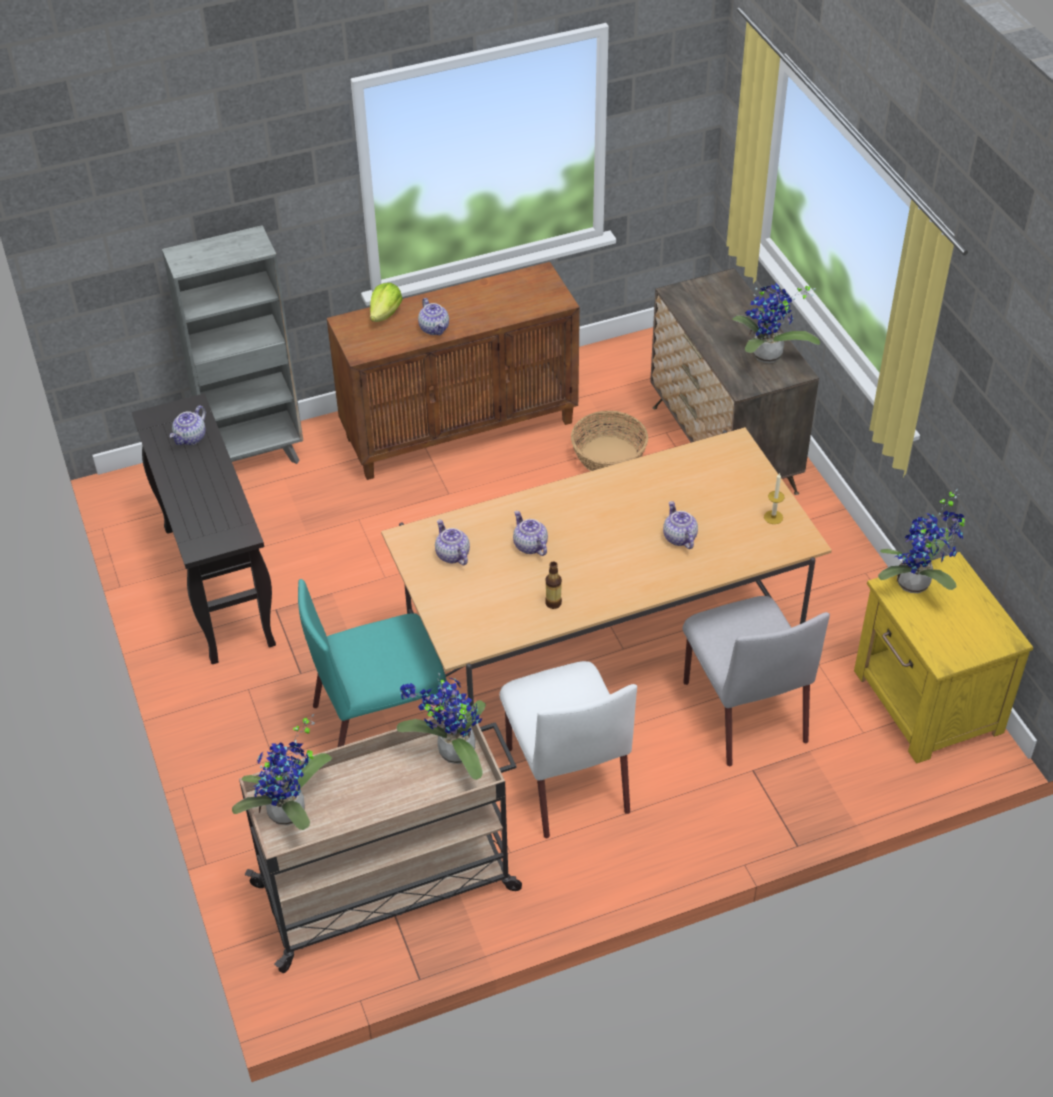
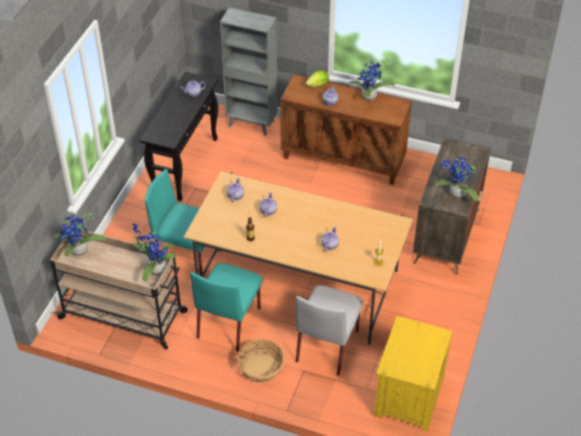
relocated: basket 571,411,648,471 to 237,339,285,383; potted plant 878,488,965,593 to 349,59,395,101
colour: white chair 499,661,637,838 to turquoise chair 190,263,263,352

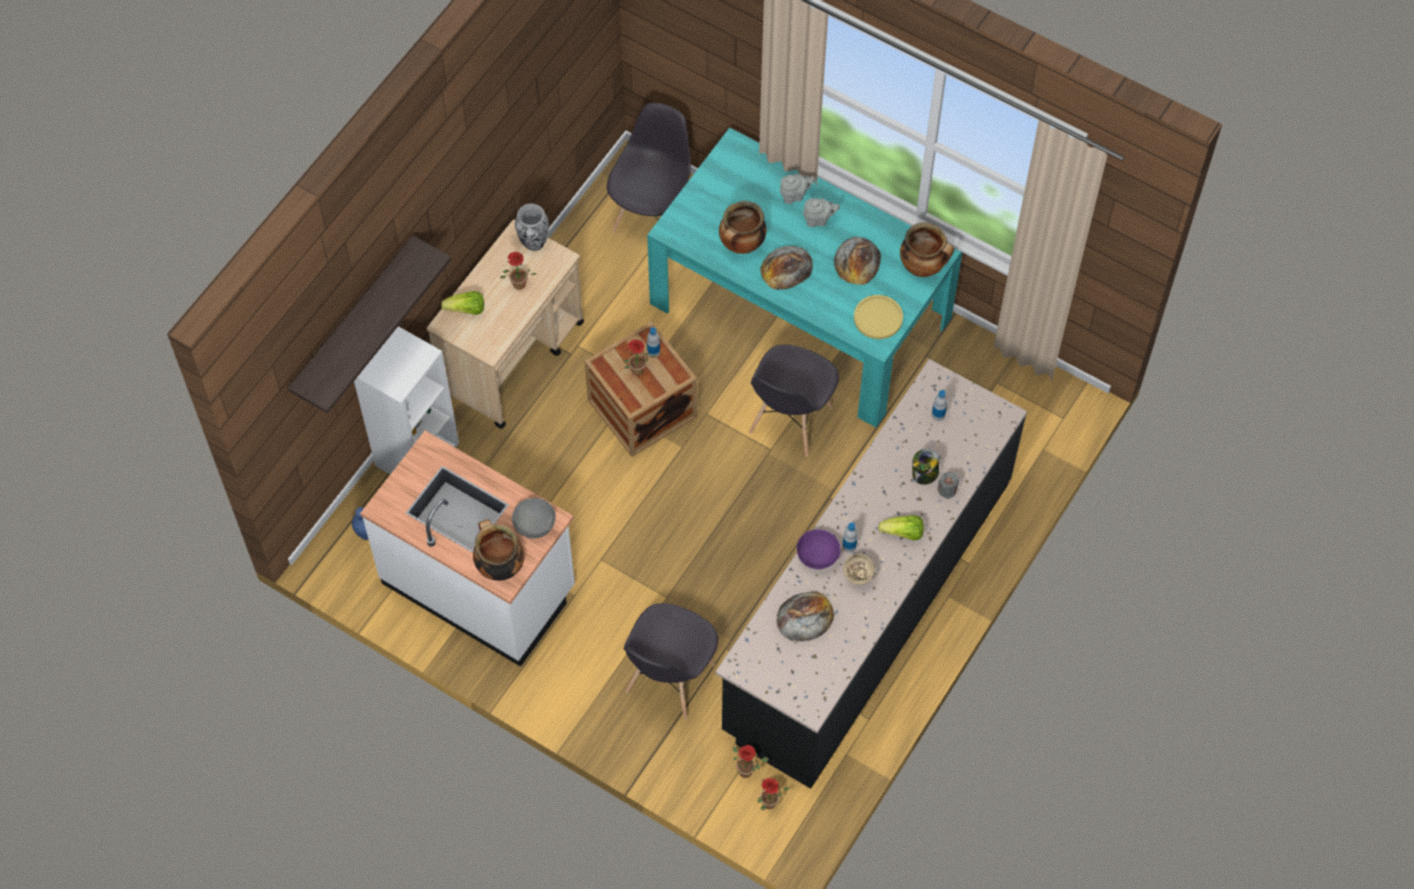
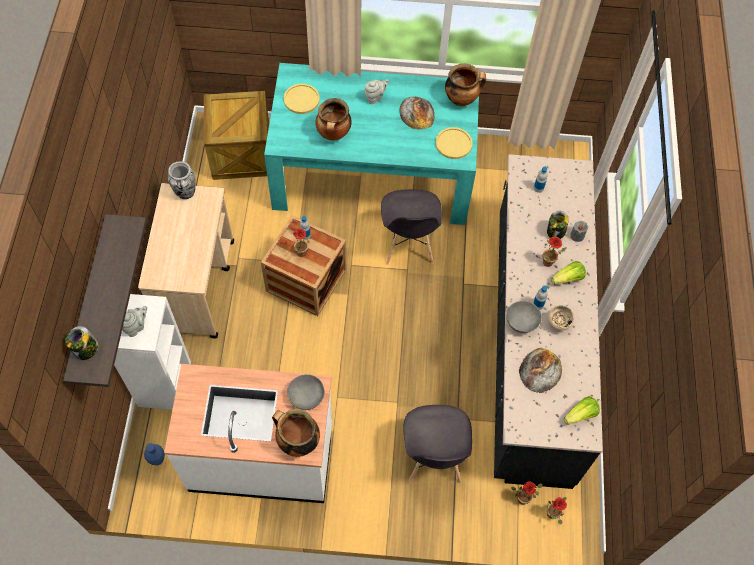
missing: bread 760,246,813,290
appeared: yellow plate 284,84,320,114; jar 65,326,99,360
relocated: grey teapot 780,174,815,204 to 122,306,147,337; potted plant 500,252,537,290 to 542,236,567,267; lettuce 441,291,484,315 to 564,396,600,425
exchanged: grey chair 607,103,691,232 to crate 204,91,269,180
colour: purple bowl 797,529,841,569 to grey bowl 506,301,542,333

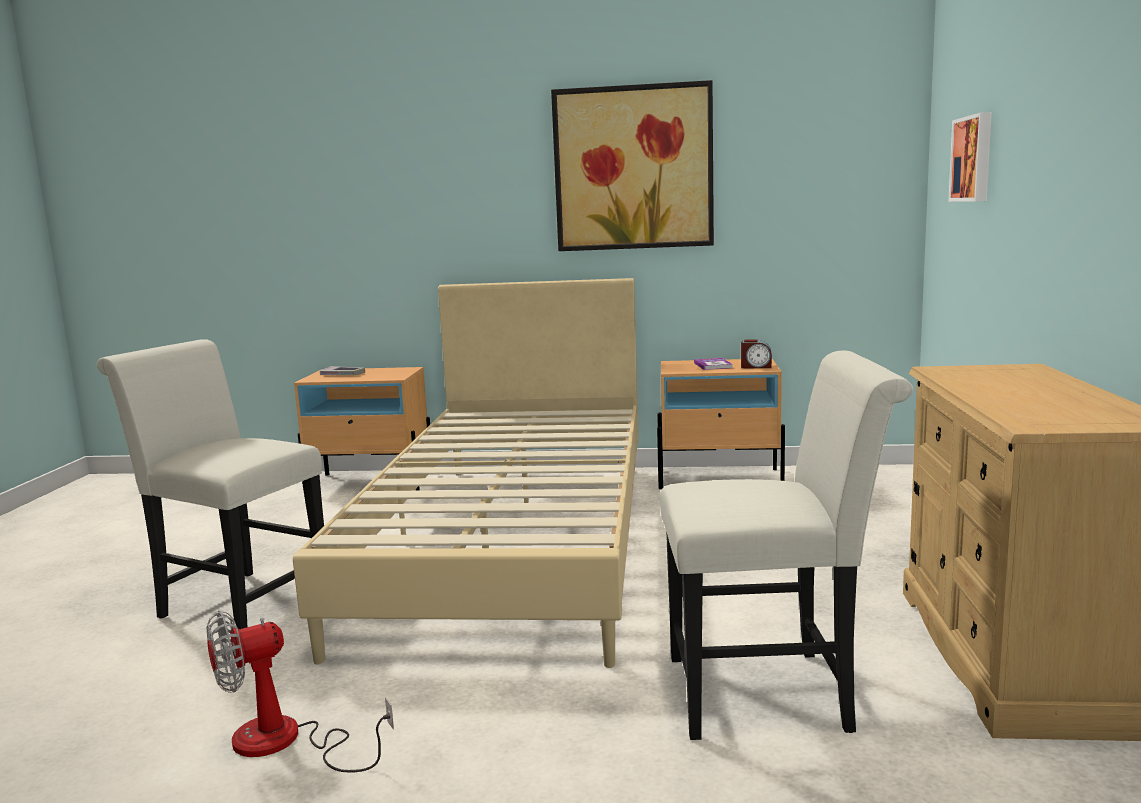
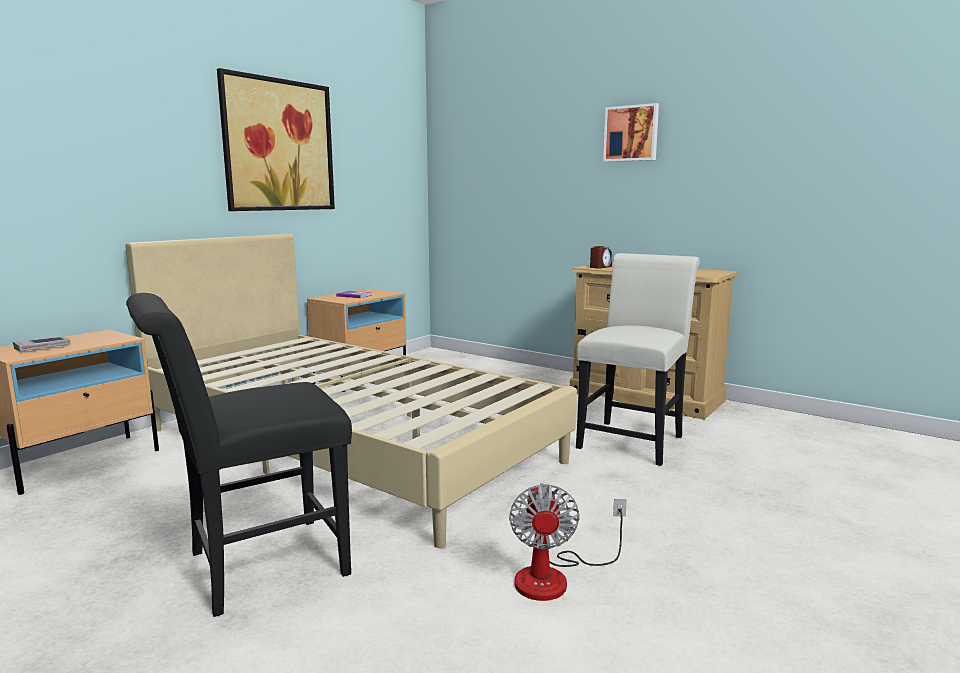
relocated: picture 948,112,992,202 to 603,103,659,162; alarm clock 741,340,772,368 to 590,246,612,269
colour: white chair 97,339,324,629 to black chair 126,293,352,617

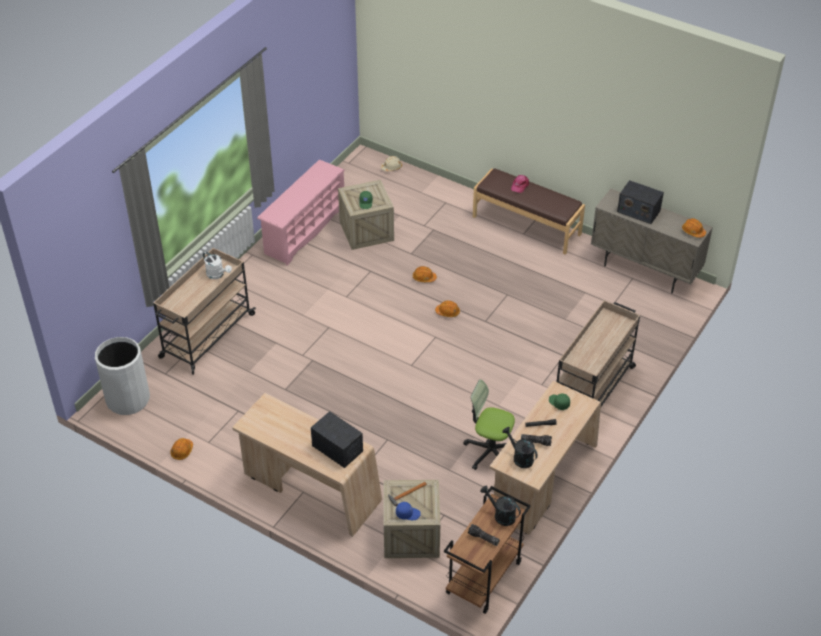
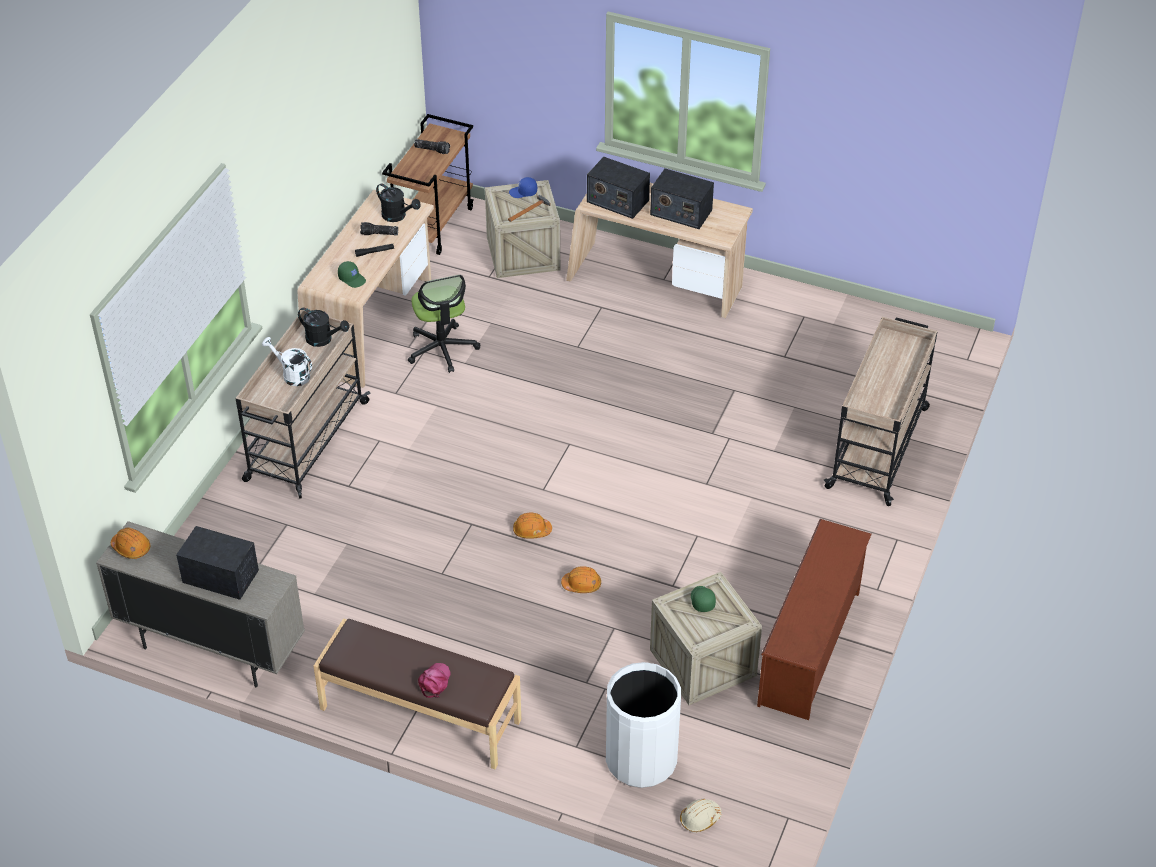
missing: orange hard hat 170,438,193,460
appeared: radio 650,168,714,229
relocated: white watering can 203,251,232,279 to 262,337,312,386; white trash can 95,337,150,415 to 606,662,681,788; black watering can 480,486,521,526 to 298,308,349,347
colour: pink shoe rack 257,159,345,266 to brown shoe rack 757,519,872,720
spun: office chair 463,379,515,470 = 408,275,480,373 60 degrees clockwise

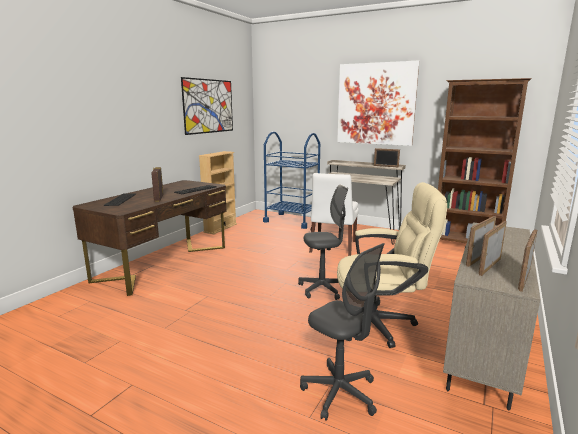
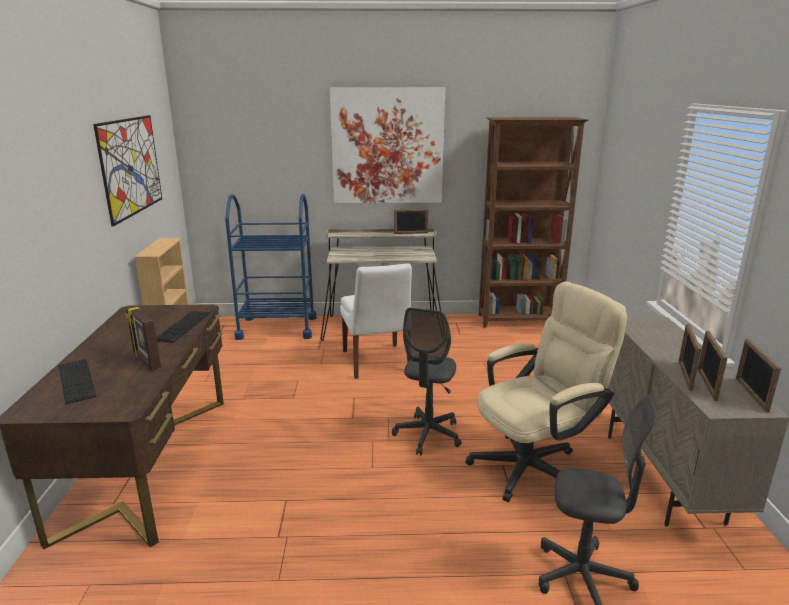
spun: grey office chair 298,184,348,300 = 392,308,462,455 150 degrees clockwise

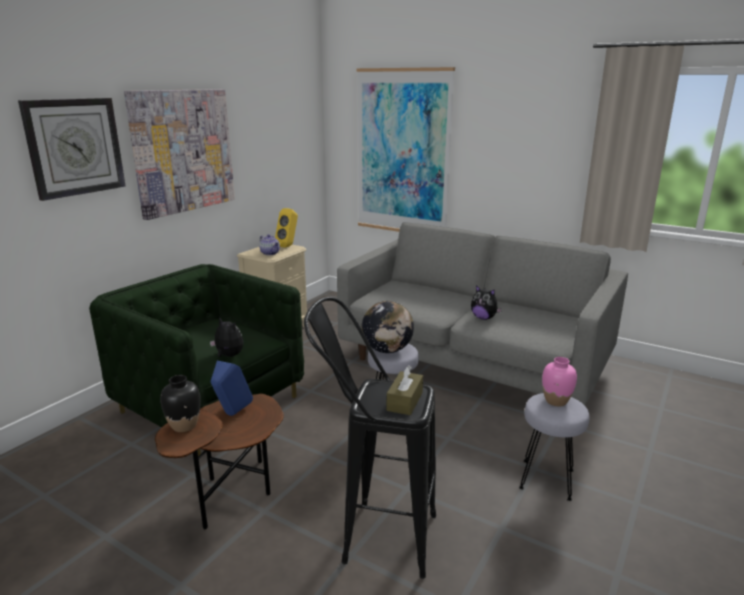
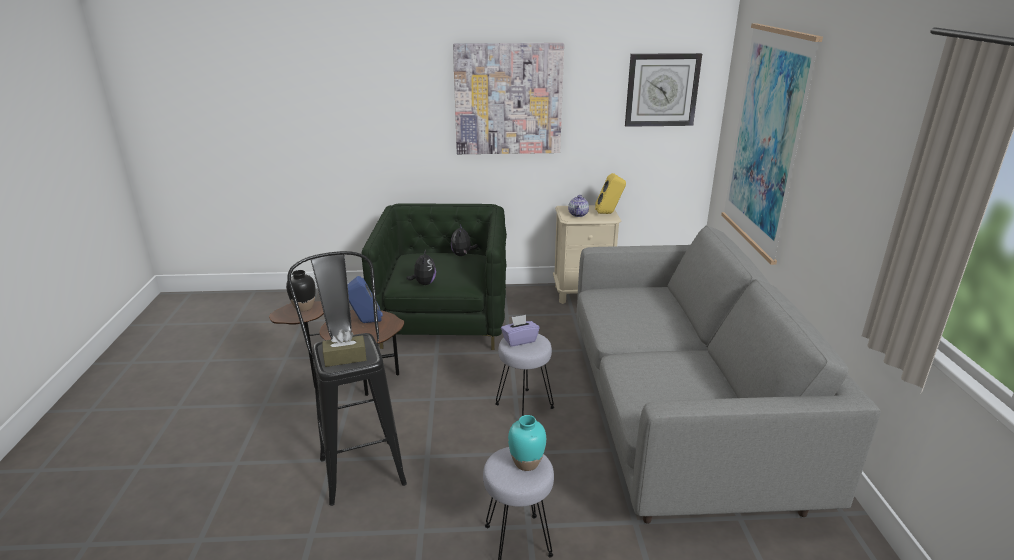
relocated: wall clock 18,98,126,201 to 625,53,702,127; plush toy 471,285,502,320 to 451,224,478,256
exchanged: globe 362,301,414,353 to purple tissue box 501,315,539,347
colour: pink vase 542,357,577,407 to turquoise vase 508,415,546,471

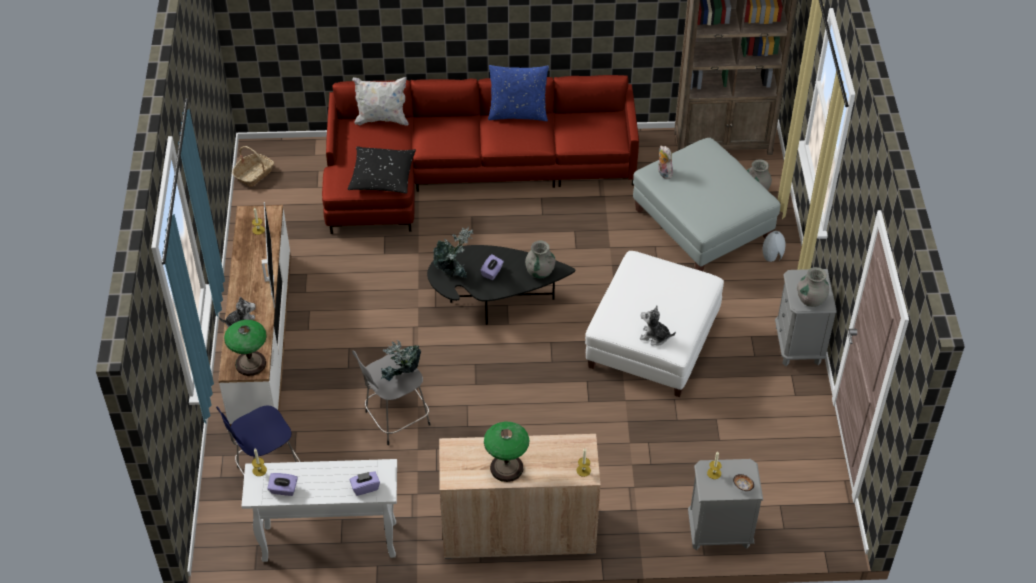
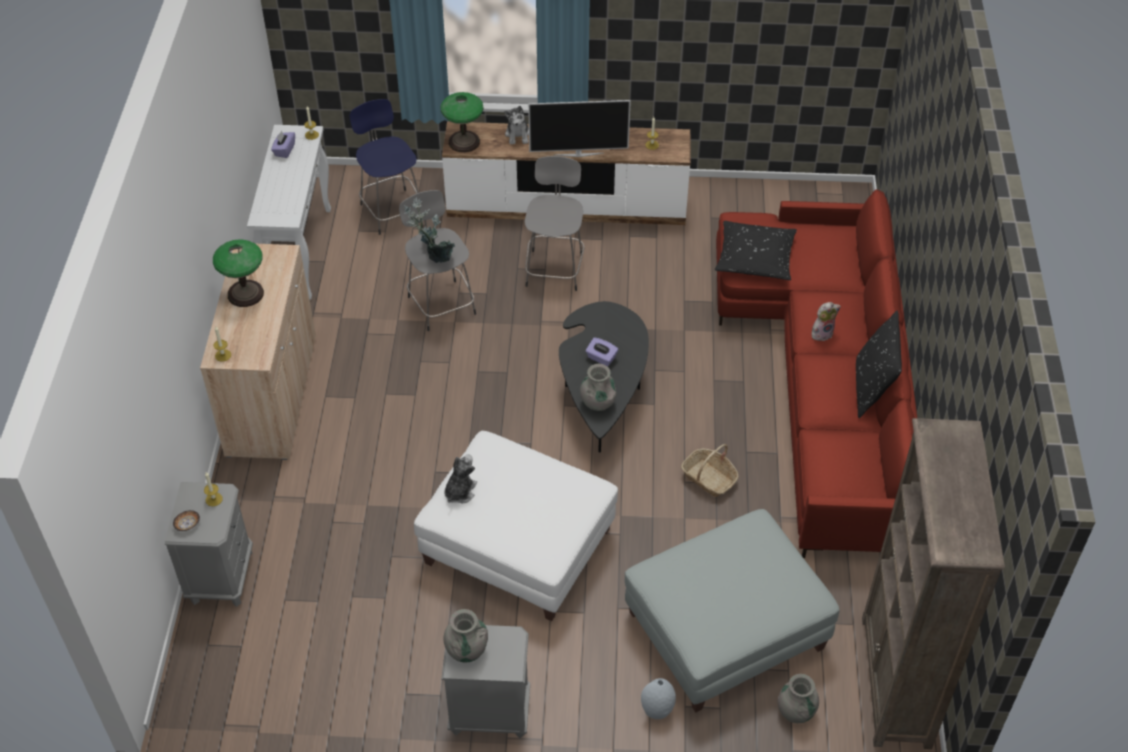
missing: white pillow 352,77,408,126; potted plant 433,227,473,278; purple tissue box 350,471,380,496
appeared: grey stool 525,156,584,291
relocated: basket 232,146,274,187 to 681,444,739,497; plush toy 658,146,673,179 to 812,302,841,341
colour: blue pillow 488,65,549,121 to black pillow 856,311,902,418

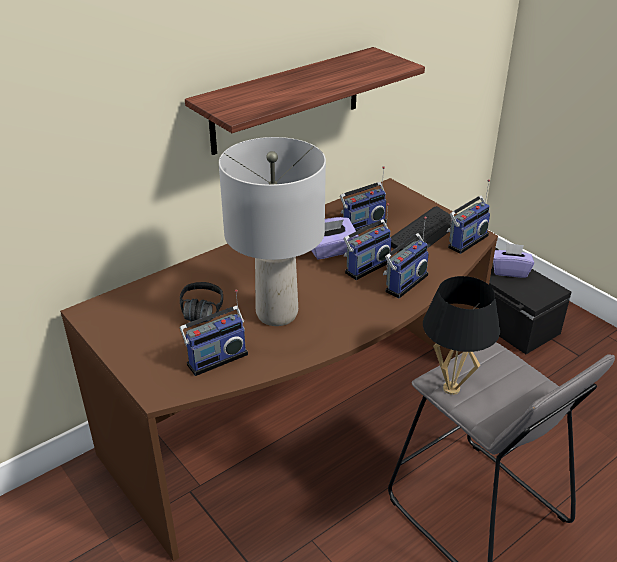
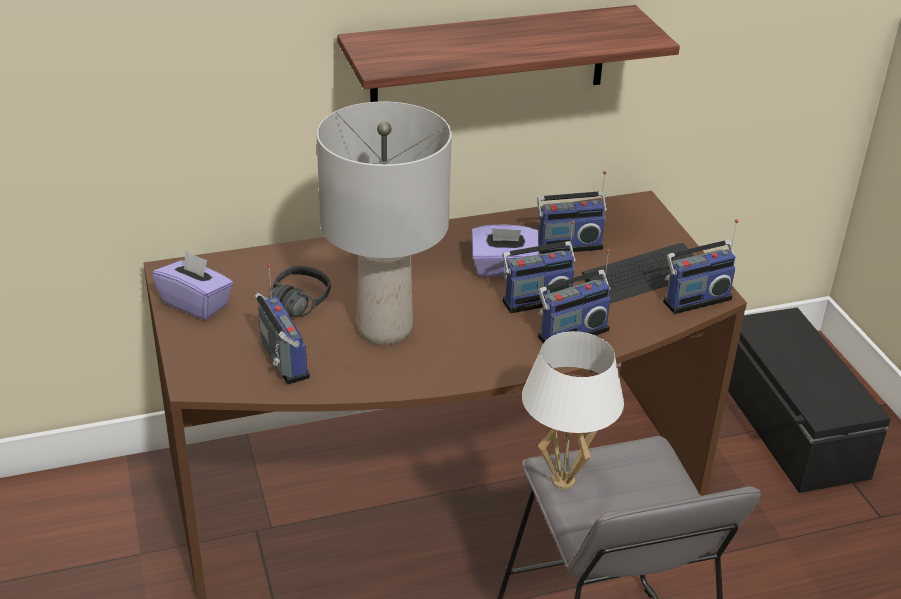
relocated: purple tissue box 493,243,534,278 to 152,250,233,320
colour: black table lamp 423,276,500,395 to white table lamp 522,331,624,490
spun: radio 180,289,248,376 = 255,264,310,384 105 degrees counterclockwise

